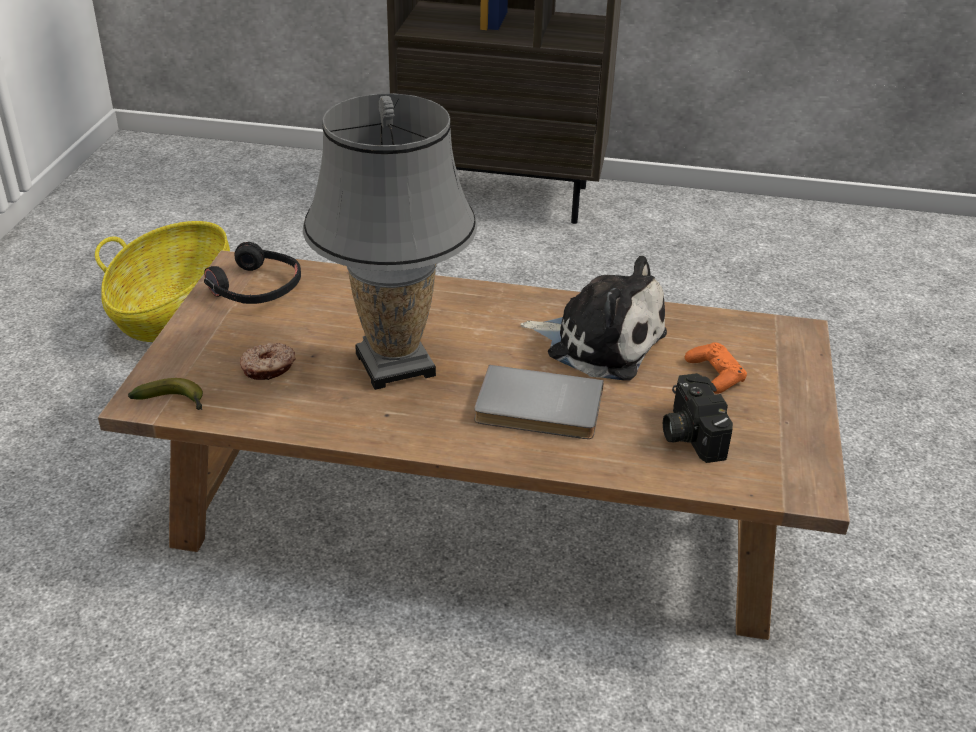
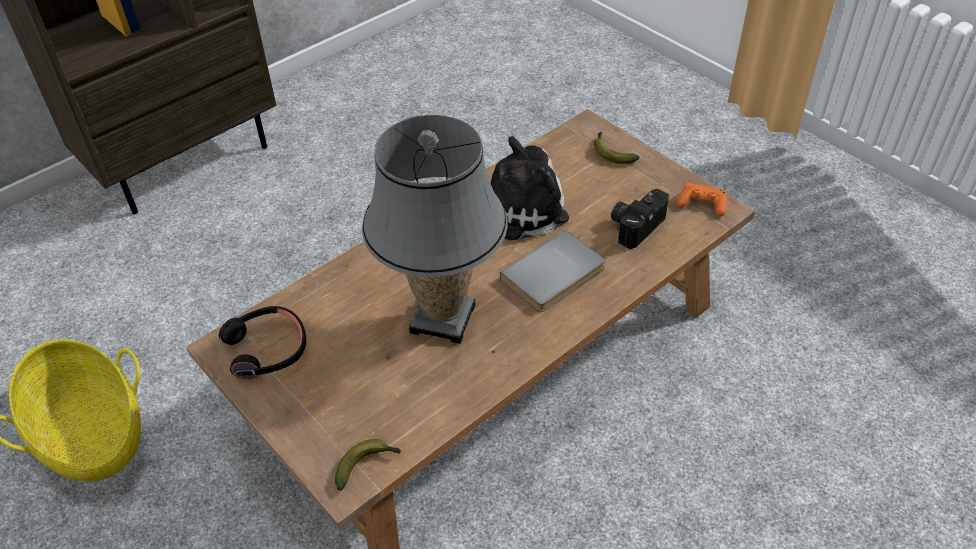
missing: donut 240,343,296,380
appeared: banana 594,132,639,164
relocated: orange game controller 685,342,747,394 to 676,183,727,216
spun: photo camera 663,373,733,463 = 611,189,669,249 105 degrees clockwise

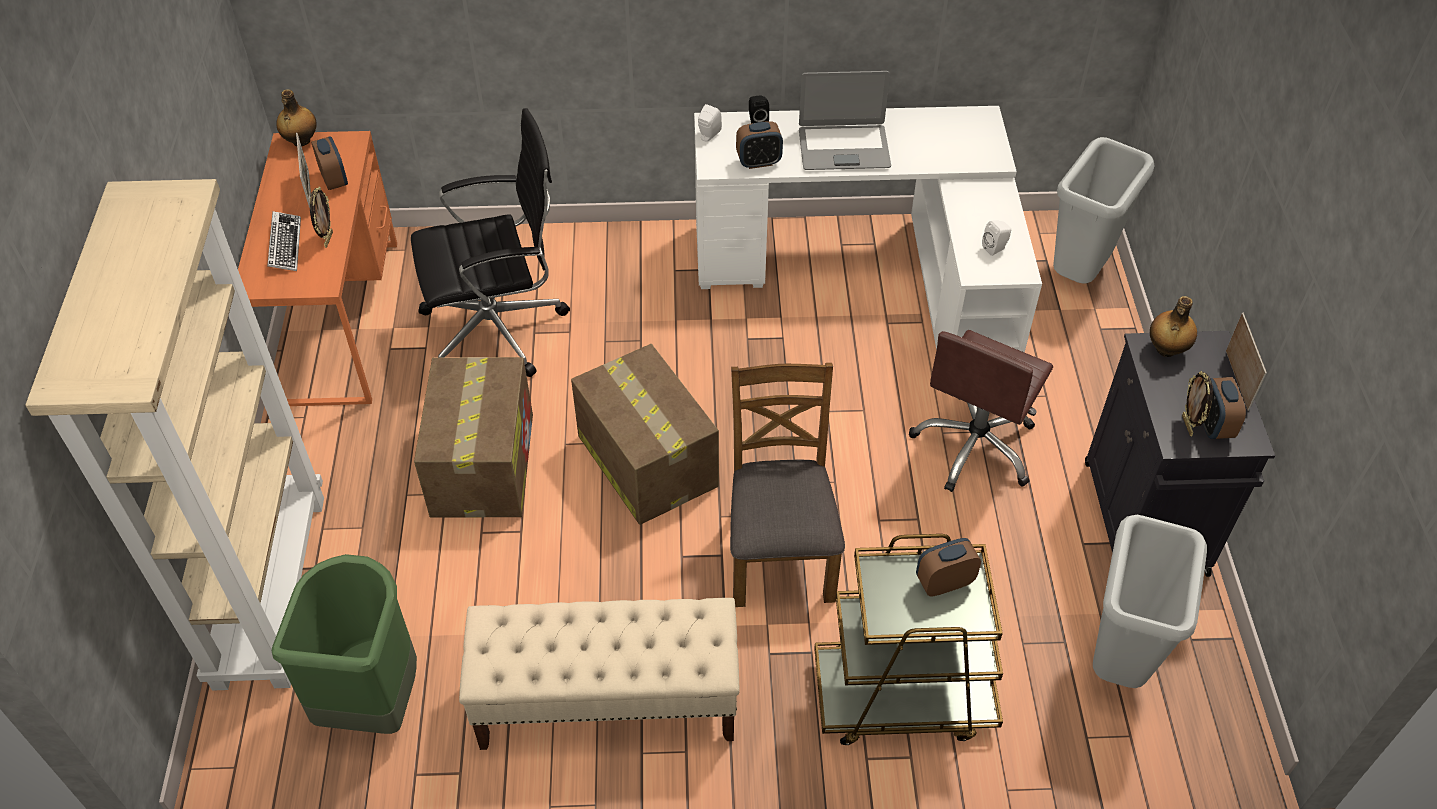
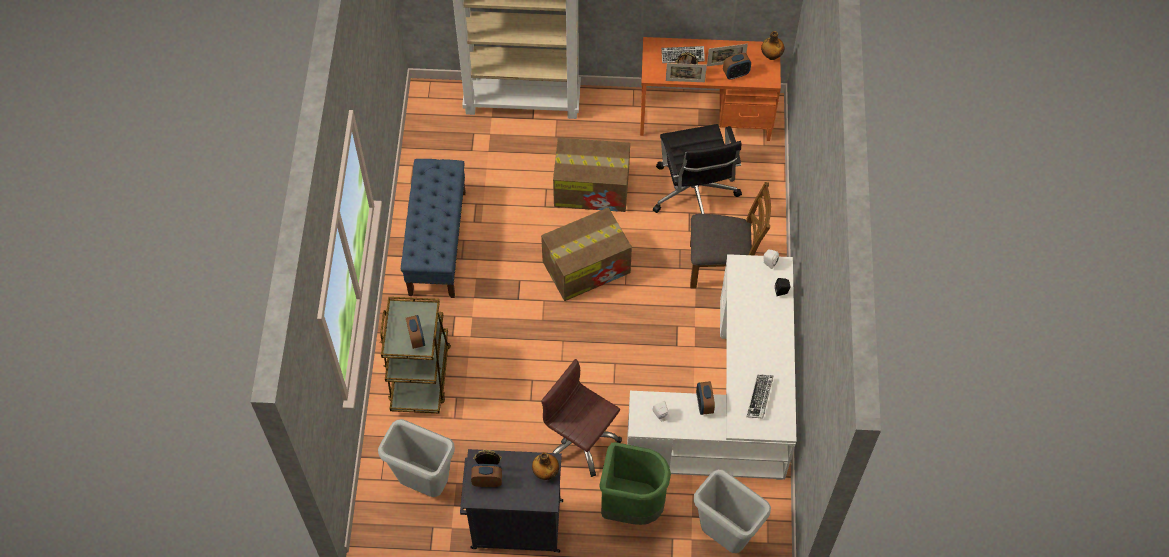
missing: laptop 799,71,891,170
appeared: keyboard 746,374,773,419
relocated: alarm clock 736,121,783,169 to 696,381,715,415; picture frame 1226,313,1267,411 to 666,63,707,82; brown chair 730,363,845,607 to 690,182,771,288; green trash can 272,554,417,734 to 599,442,671,525
colour: beige bench 459,598,740,750 to blue bench 401,159,466,298

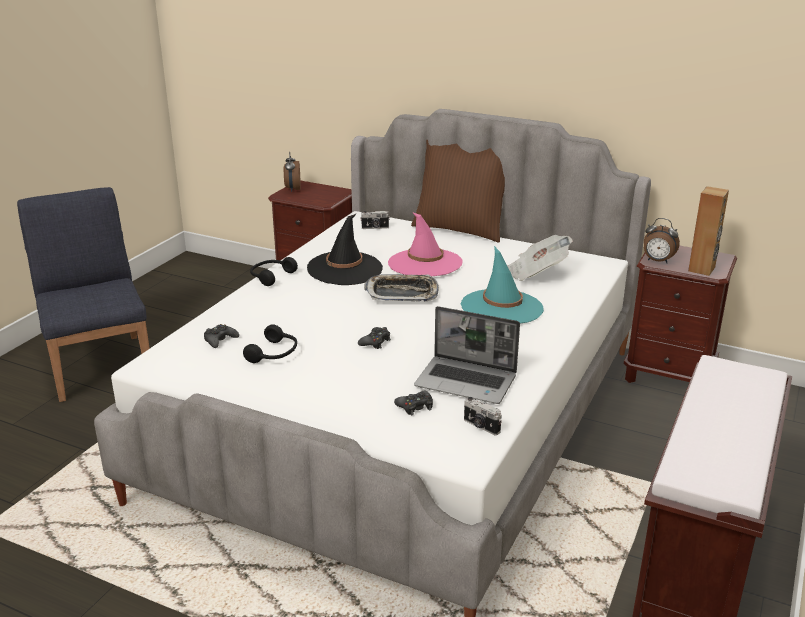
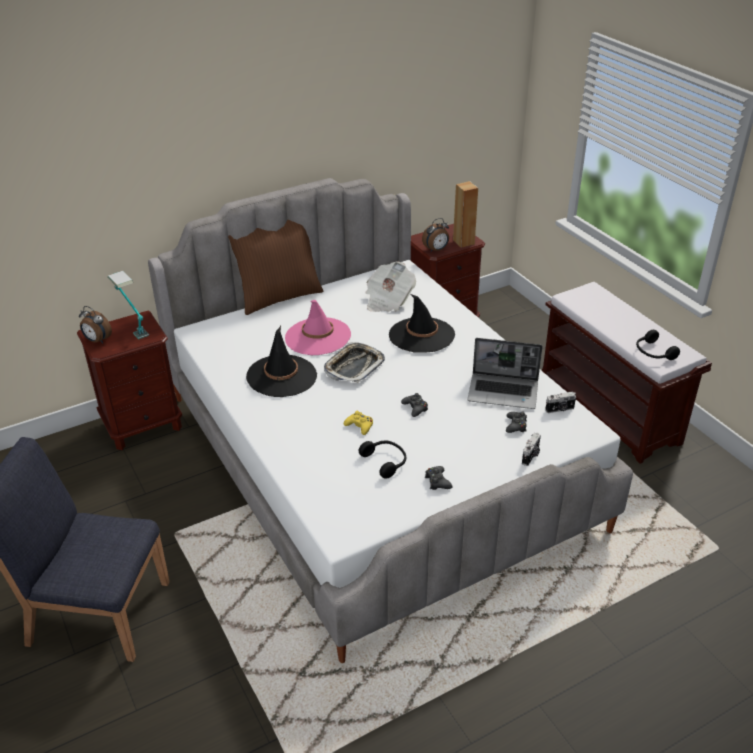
appeared: table lamp 108,271,149,340; yellow game controller 344,411,373,435
relocated: photo camera 360,211,390,229 to 522,433,541,466; black headphones 250,257,298,286 to 636,330,680,360; black game controller 204,324,239,348 to 425,466,452,490
colour: turquoise hat 461,246,544,323 to black hat 389,294,455,353
spun: laptop 414,306,520,404 = 467,338,543,409 45 degrees clockwise

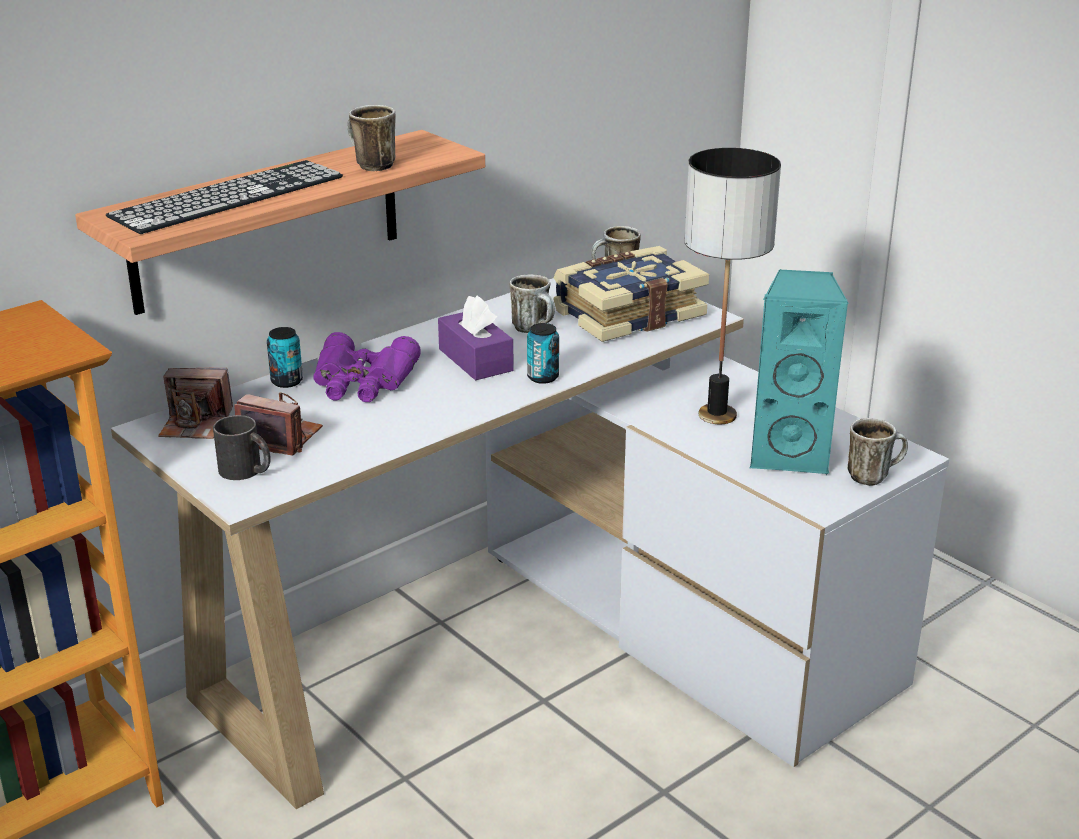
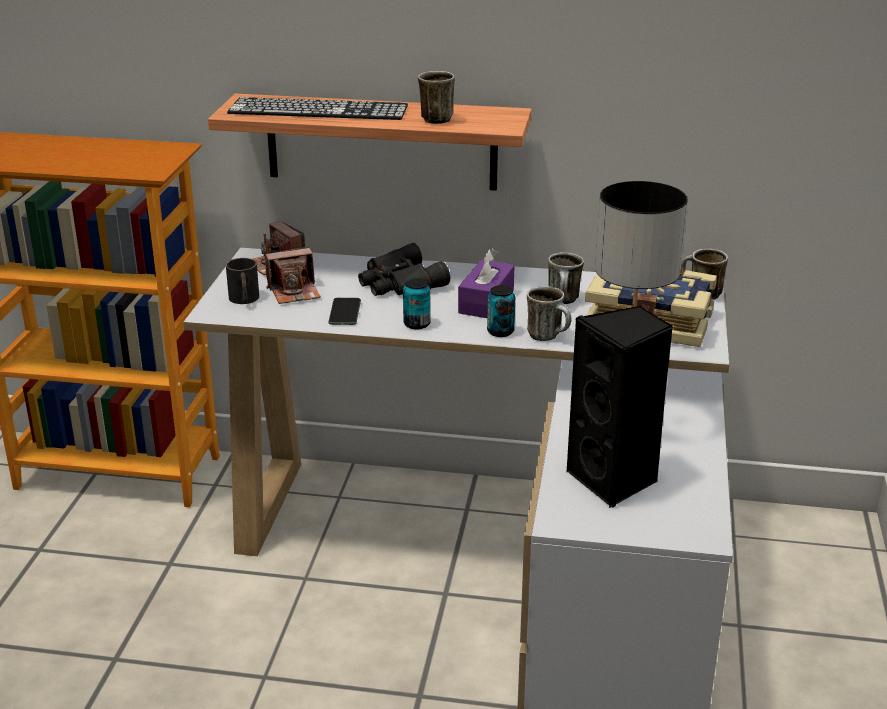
appeared: phone 328,298,361,325
relocated: can 267,327,303,388 to 403,278,431,330; mug 848,418,908,486 to 527,286,572,341
colour: turquoise speaker 749,269,849,475 to black speaker 567,306,673,508; purple binoculars 313,332,420,402 to black binoculars 358,243,450,296
spun: photo camera 235,392,323,456 = 265,247,321,304 90 degrees clockwise

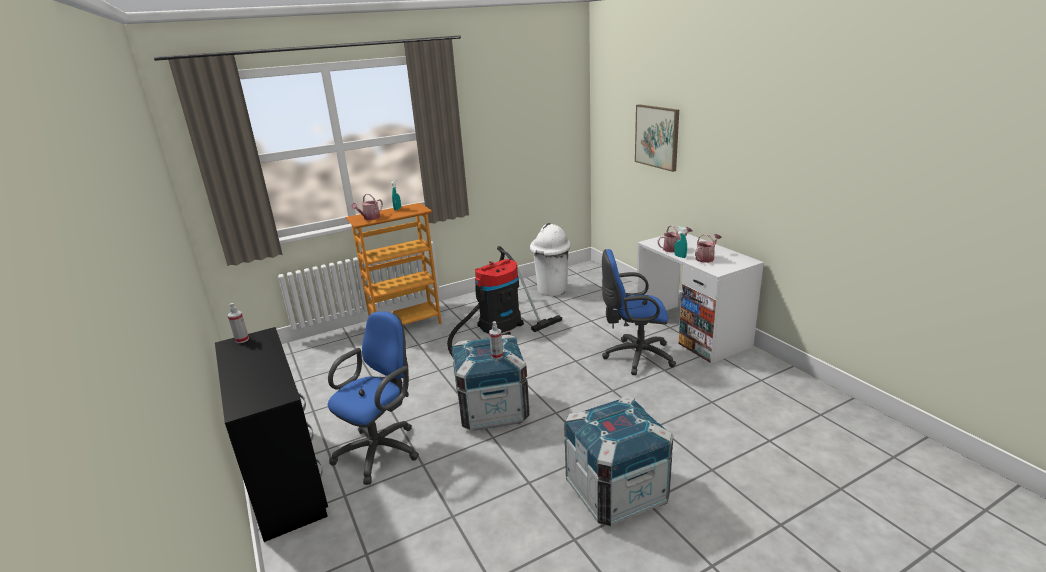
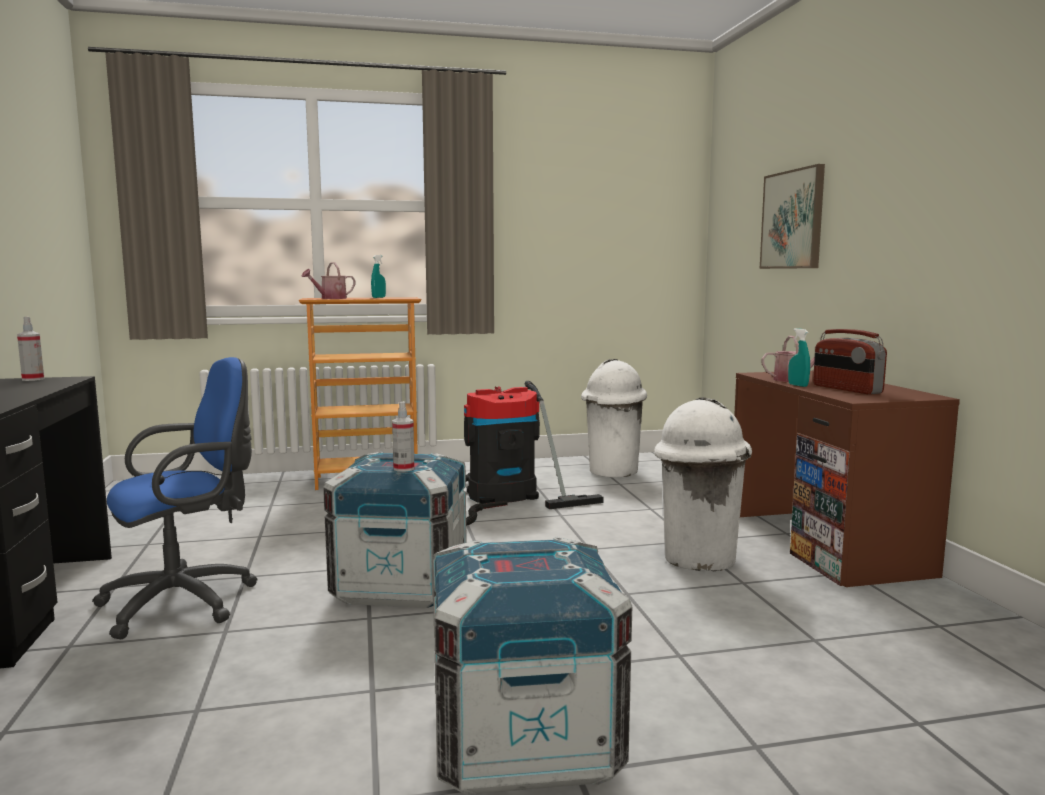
exchanged: watering can 695,234,722,263 to radio 813,329,887,394; blue office chair 602,249,676,375 to white trash can 654,397,752,571
colour: white desk 637,231,764,363 to brown desk 734,371,960,587

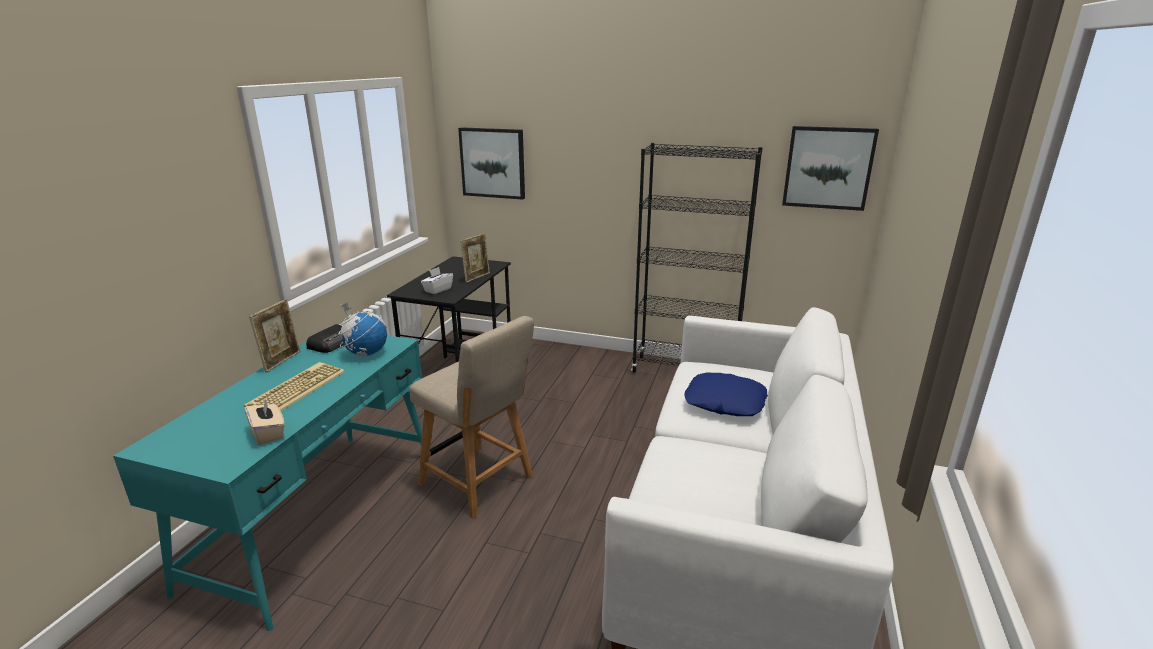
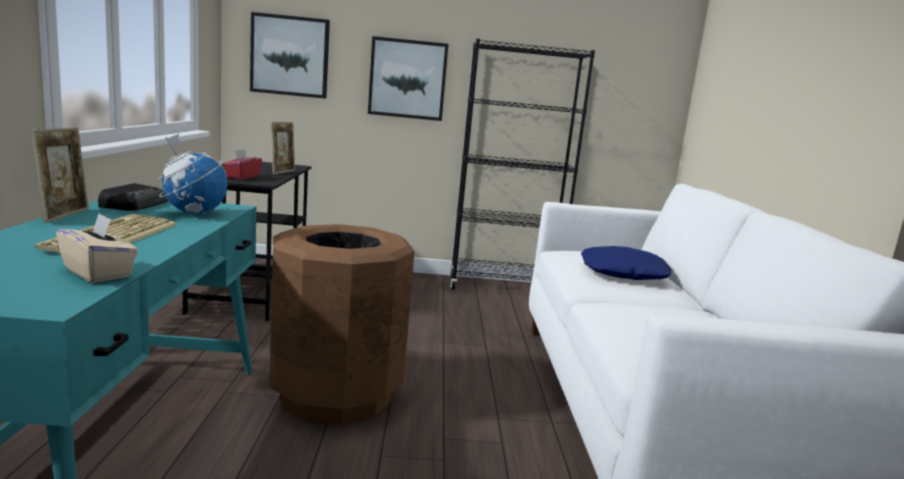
relocated: picture 782,126,879,211 to 368,36,448,121
exchanged: beige chair 409,316,534,519 to brown trash can 270,224,415,425
colour: white tissue box 421,267,453,294 to red tissue box 223,149,262,180

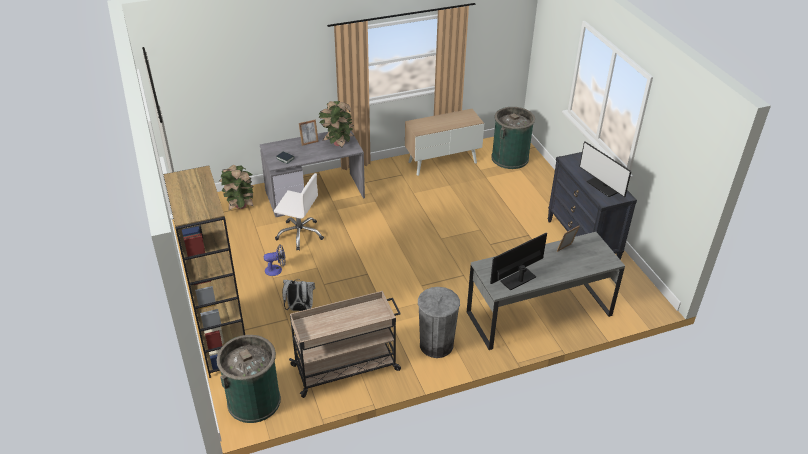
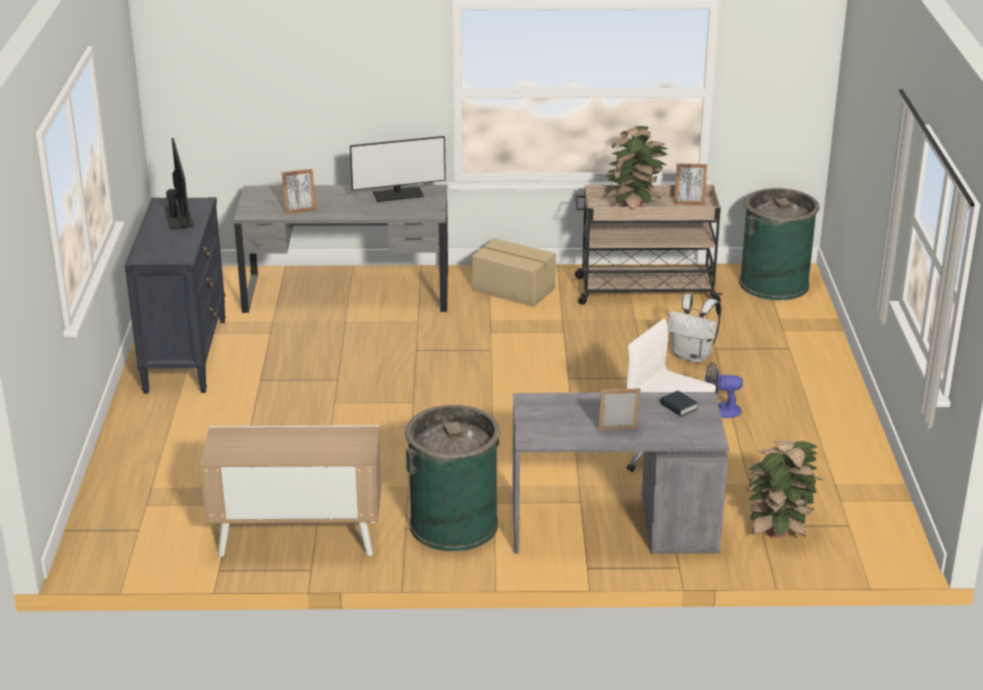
missing: brown bookcase 163,165,245,378
appeared: picture frame 674,163,707,205
relocated: potted plant 319,101,354,148 to 604,126,669,210; green trash can 491,107,535,169 to 405,405,500,552
exchanged: grey trash can 418,287,460,358 to cardboard box 472,238,556,307

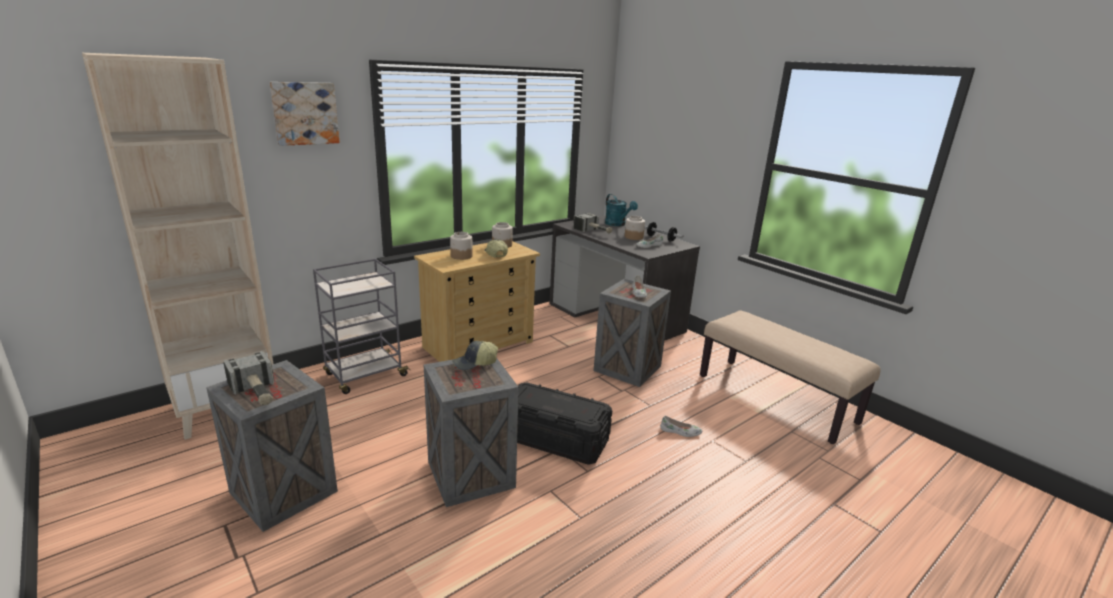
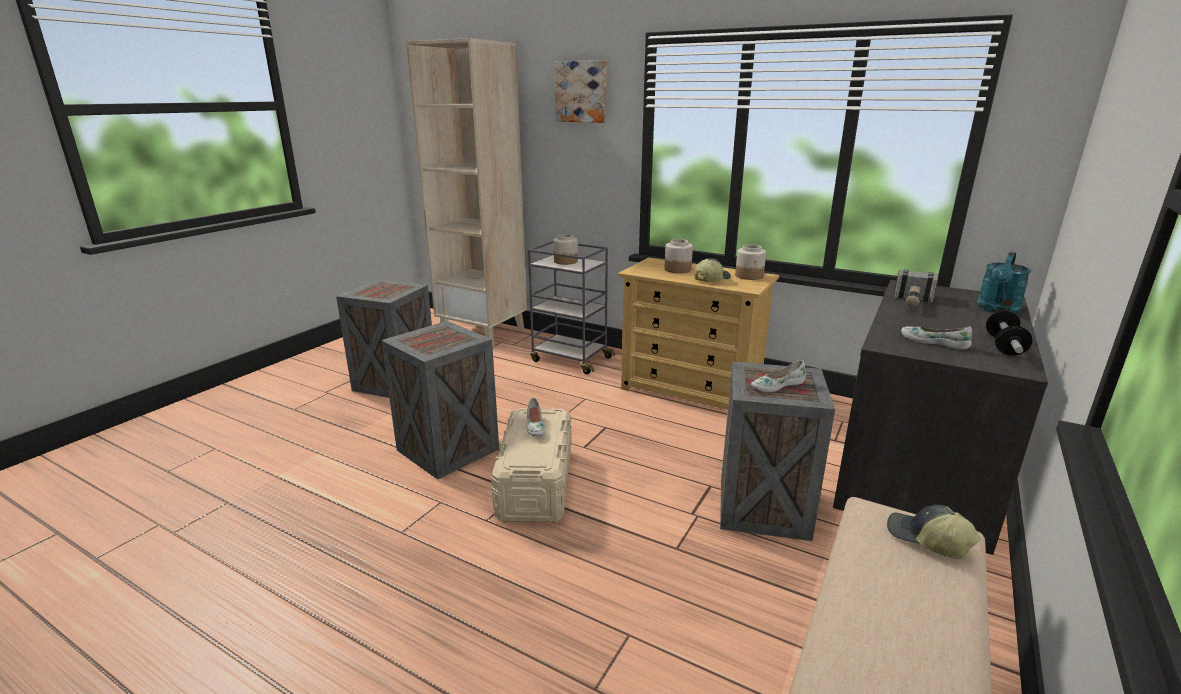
missing: hammer 224,351,274,405
relocated: jar 625,216,645,240 to 553,234,578,265; cap 452,341,498,371 to 887,505,981,560; white shoe 660,416,702,437 to 526,398,546,436
colour: black storage box 517,383,612,464 to beige storage box 491,407,572,522

